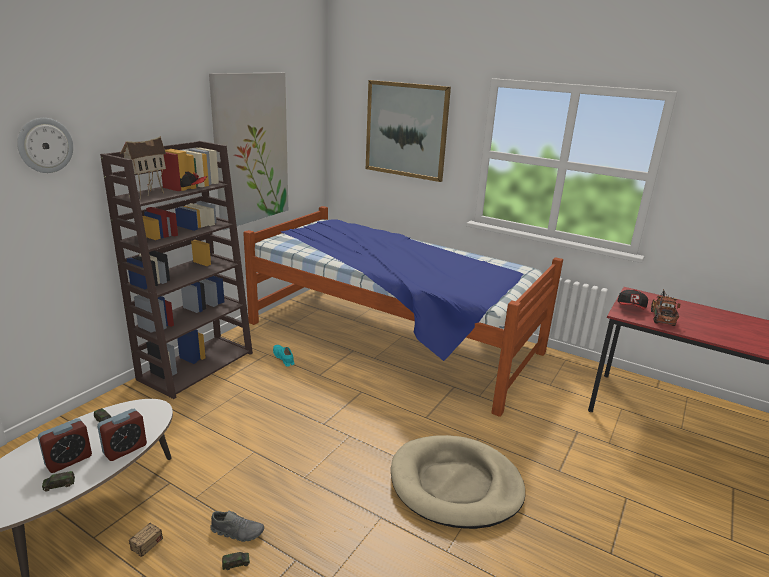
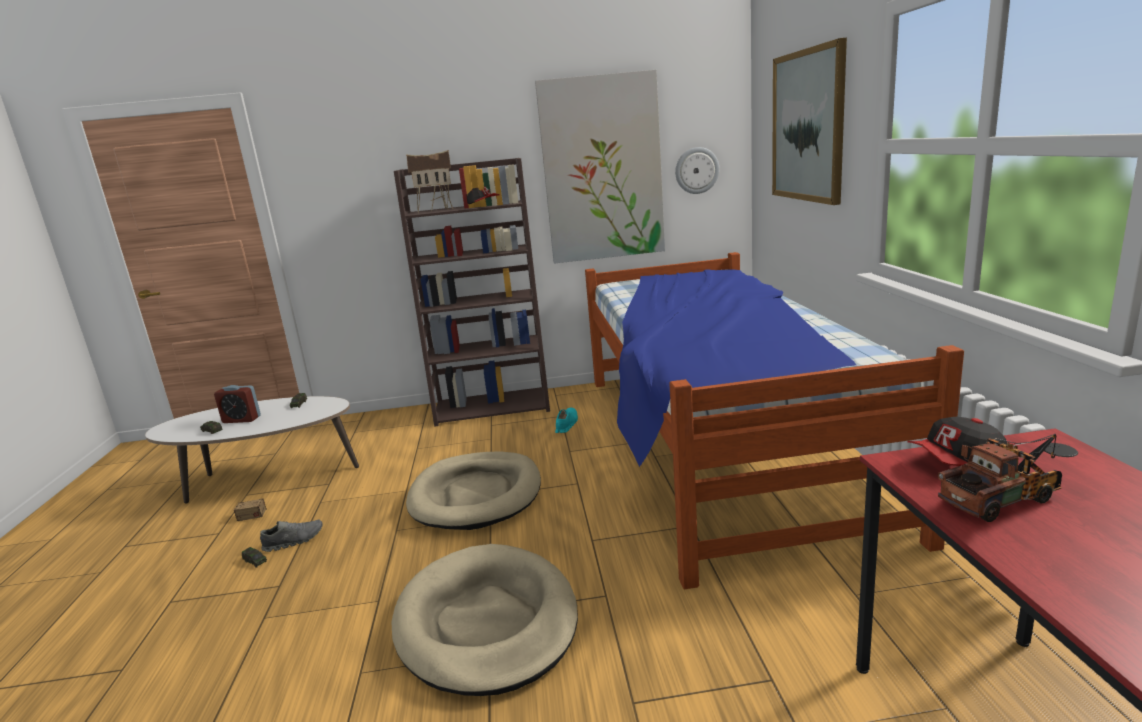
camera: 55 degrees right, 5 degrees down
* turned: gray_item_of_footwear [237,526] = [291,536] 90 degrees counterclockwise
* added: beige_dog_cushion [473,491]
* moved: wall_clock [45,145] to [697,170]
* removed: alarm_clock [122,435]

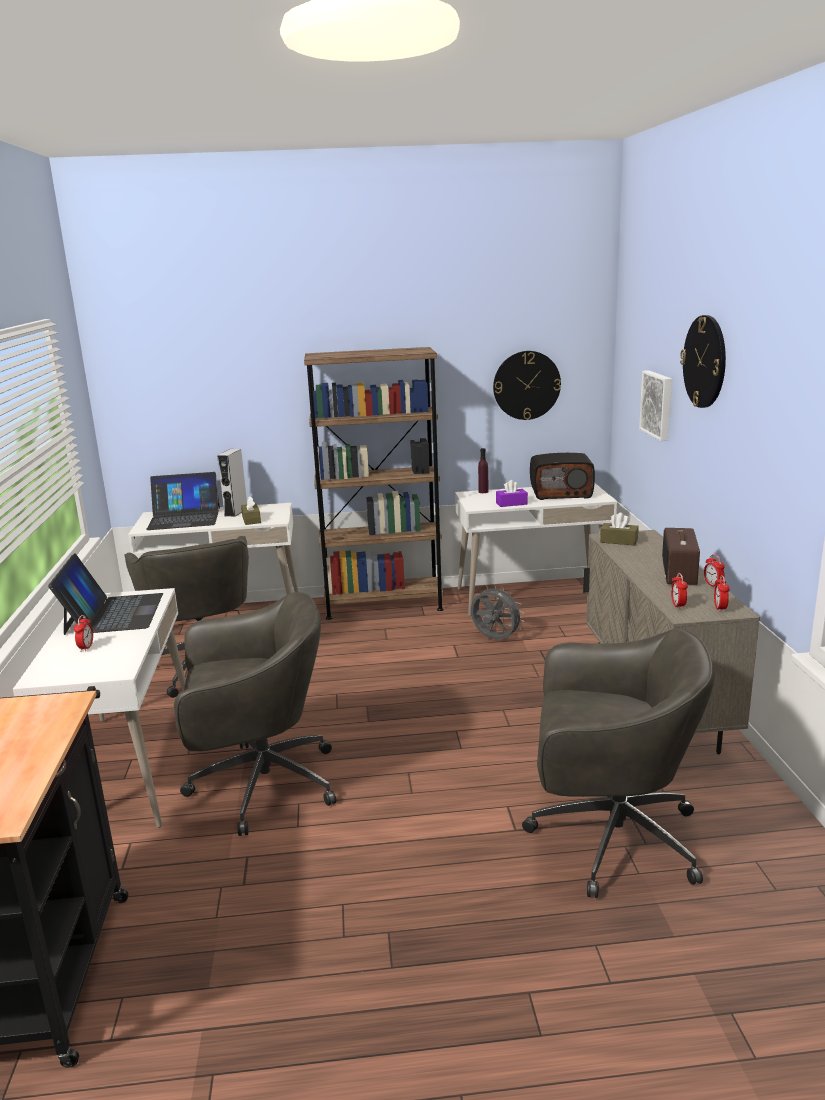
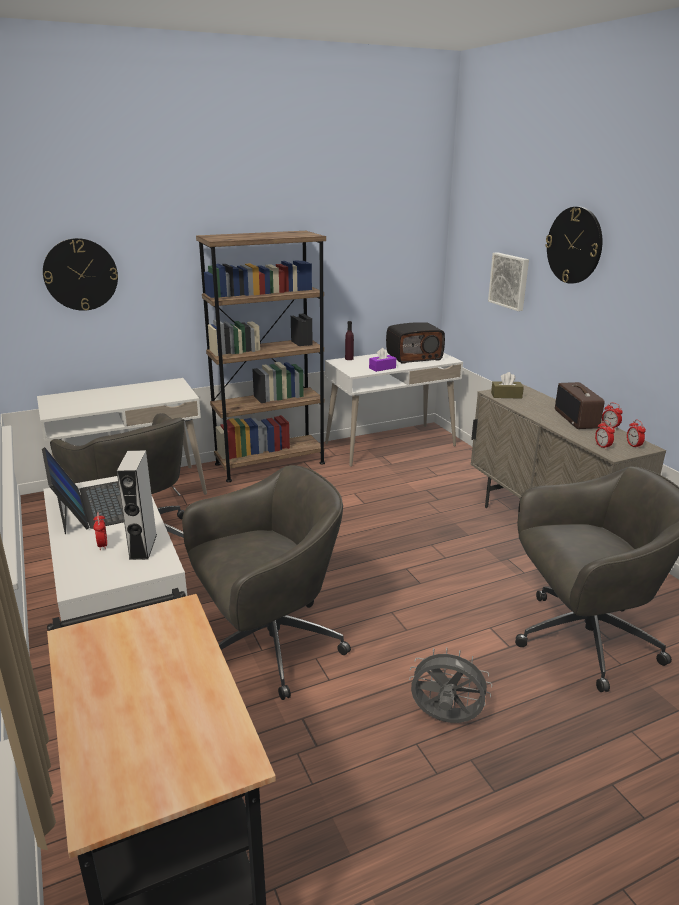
camera: 20 degrees left, 5 degrees up
* moved: wall_clock [527,385] to [80,274]
* moved: gray_audio_speaker [232,483] to [137,505]
* moved: gray_electric_fan [497,612] to [450,685]
* removed: portable_computer [183,501]
* removed: brown_tissue_holder [251,510]

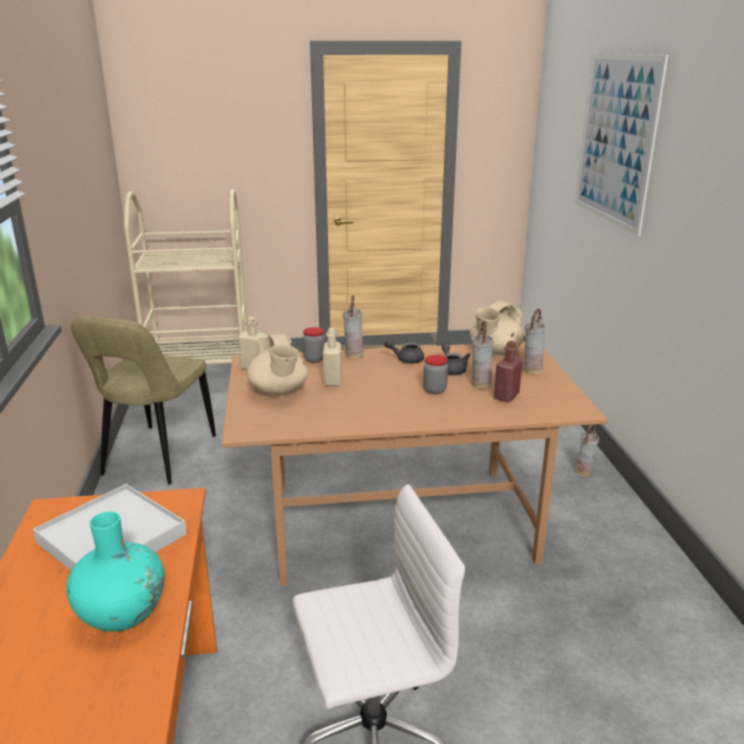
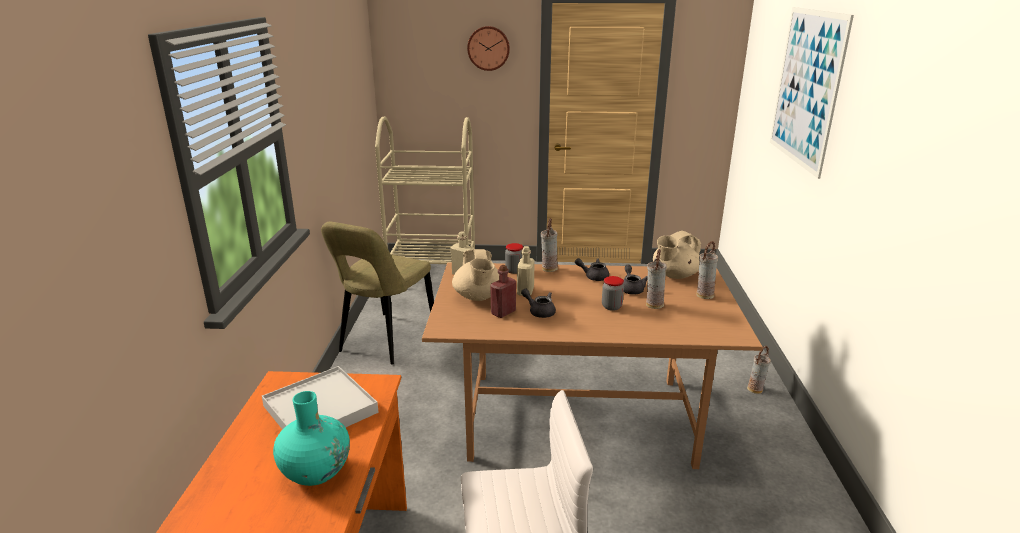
camera: 10 degrees right, 0 degrees up
* added: wall_clock [488,48]
* moved: red_beverage_bottle [508,371] to [503,291]
* added: gray_teapot [538,303]

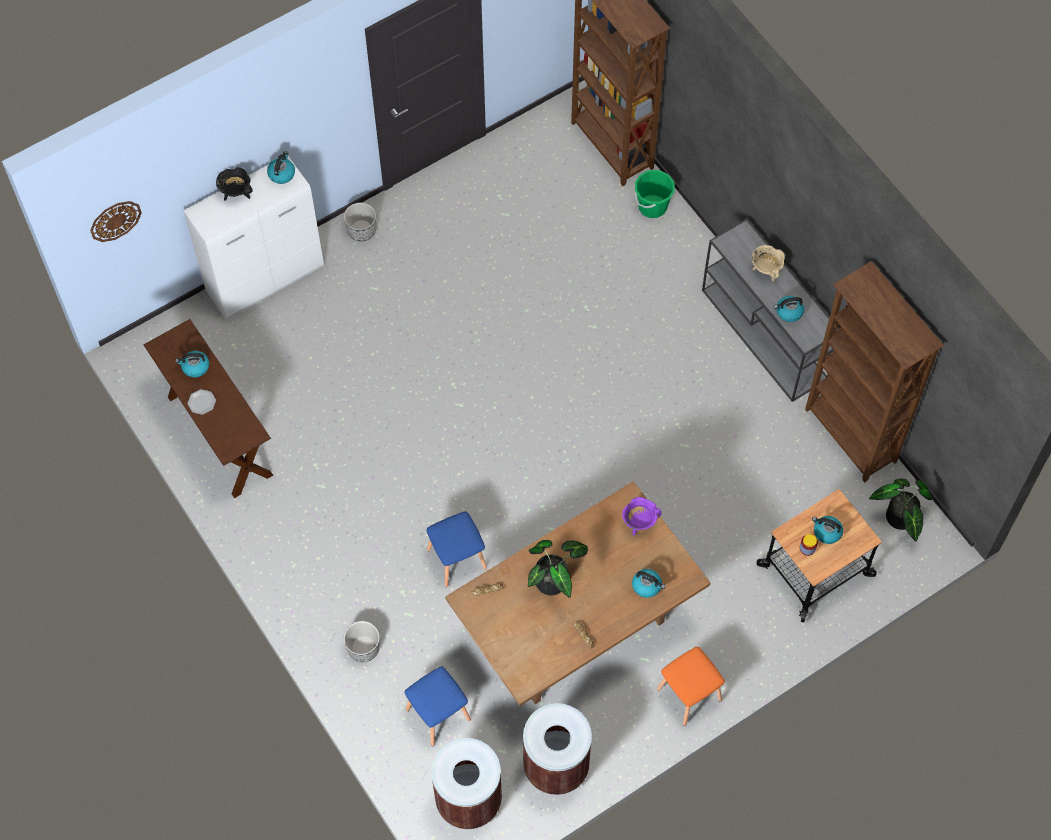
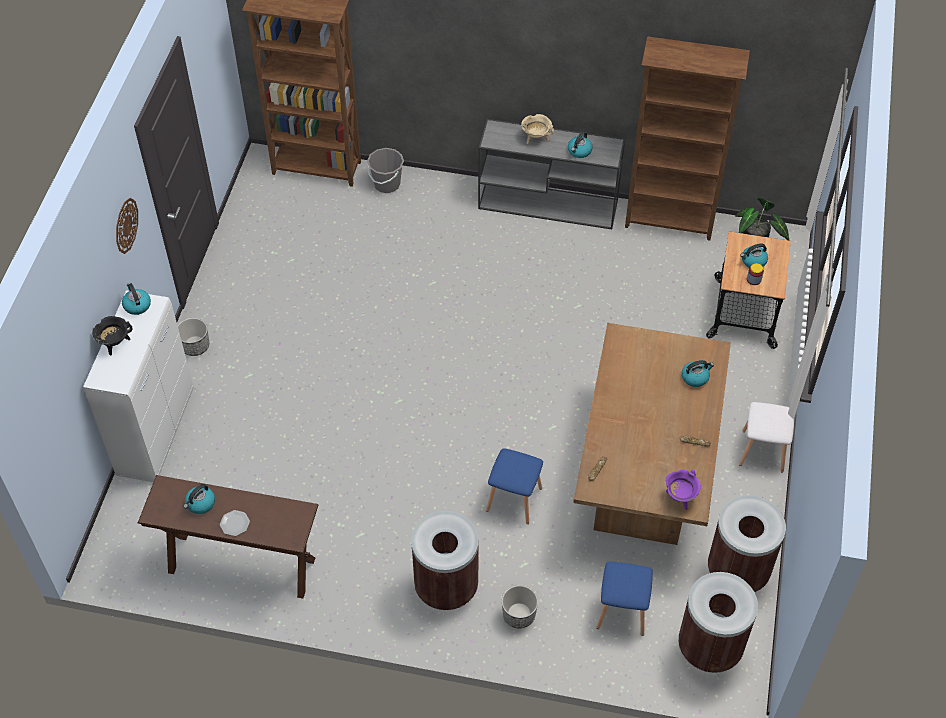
camera: 45 degrees left, 10 degrees down
* moved: wall_clock [116,221] to [127,226]
* recoloured: green_water_bucket [654,194] to gray_water_bucket [385,170]
* added: brown_rubbish_bin [445,560]
* moved: purple-coloured_cooking_pot [642,516] to [683,490]
* recoloured: orange_sitting_stool [691,686] to white_sitting_stool [766,437]
* removed: houseplant [558,569]

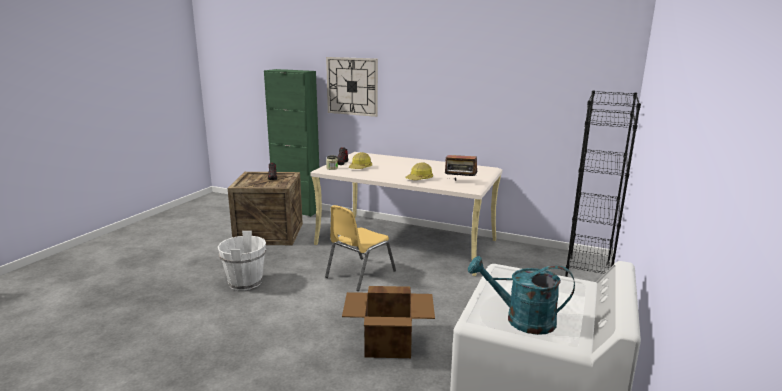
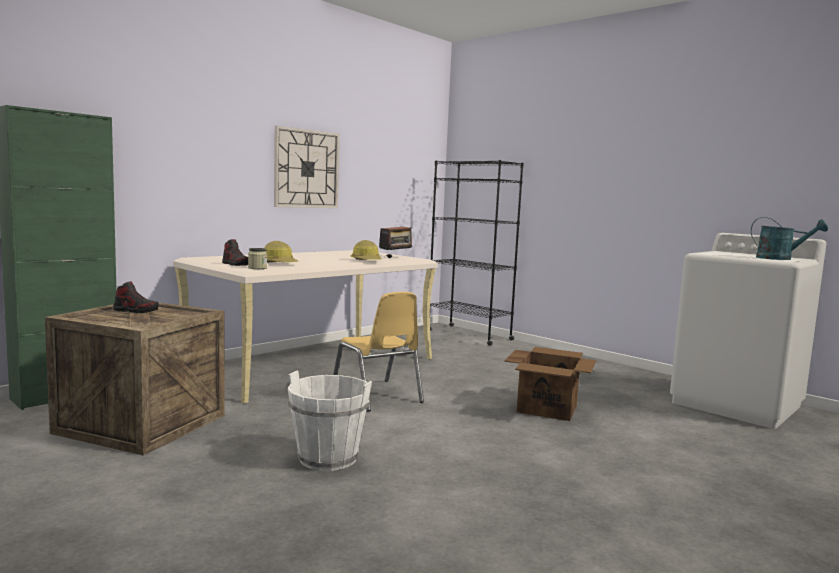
camera: 70 degrees left, 10 degrees down
* moved: wall_clock [352,87] to [307,167]
* turned: blue-green_sprinkling_can [521,295] = [789,238] 105 degrees counterclockwise

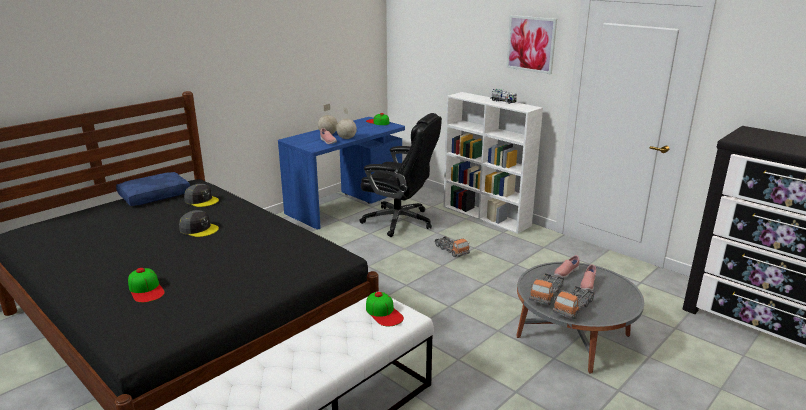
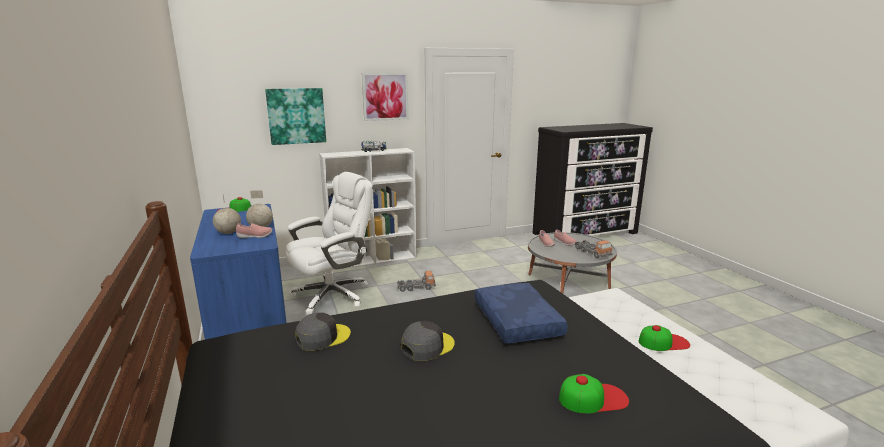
camera: 65 degrees left, 5 degrees down
* added: wall_art [295,116]
* recoloured: blackish_office_chair [400,175] to white_office_chair [329,243]
* moved: bluish_pillow [153,189] to [521,313]
* moved: cap [385,309] to [664,338]
* removed: model_truck [546,289]

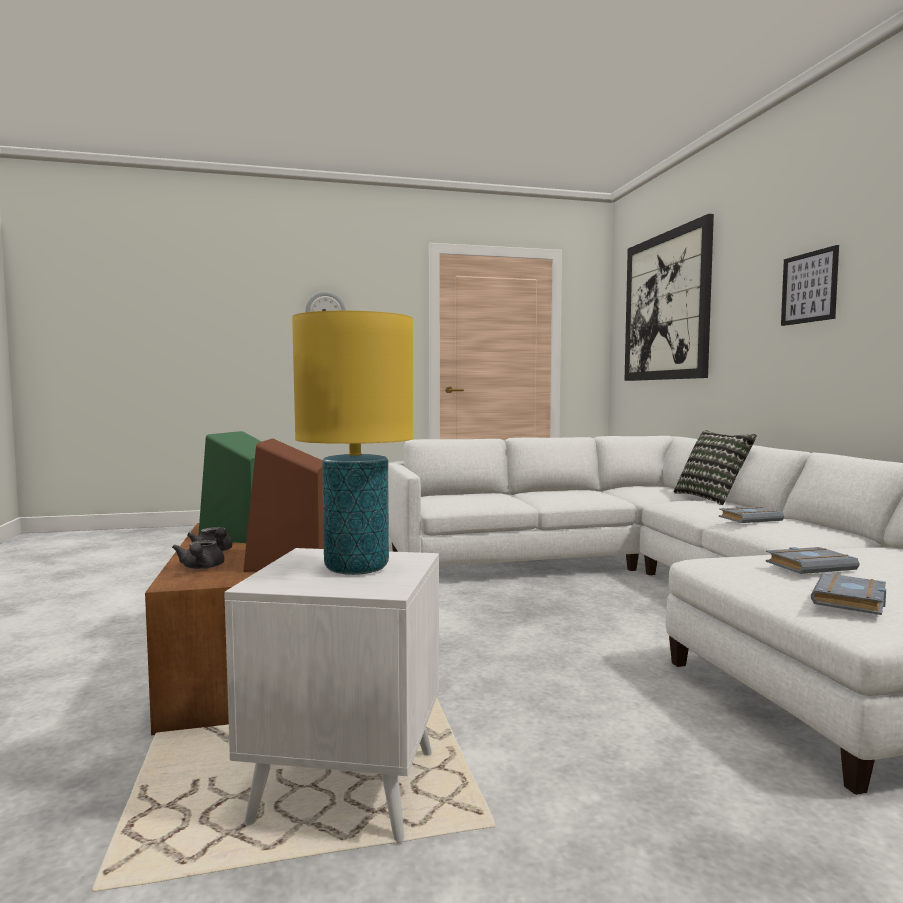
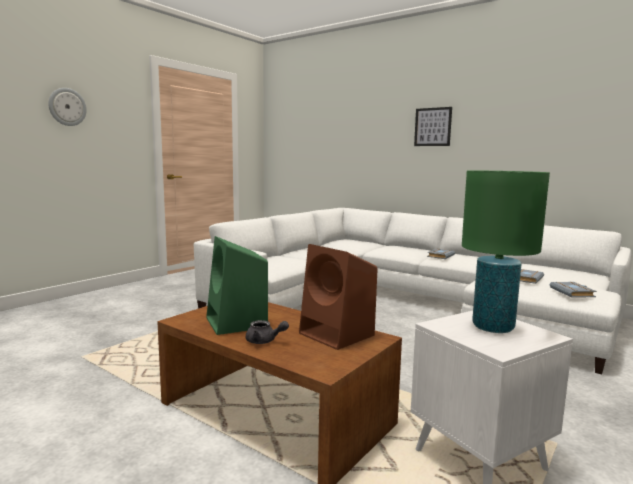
camera: 40 degrees left, 5 degrees up
* recoloured: yellow-coloured_tabletop_lamp [352,442] to green_tabletop_lamp [506,251]
* removed: gray_teapot [198,554]
* removed: wall_art [669,297]
* removed: pillow [715,467]

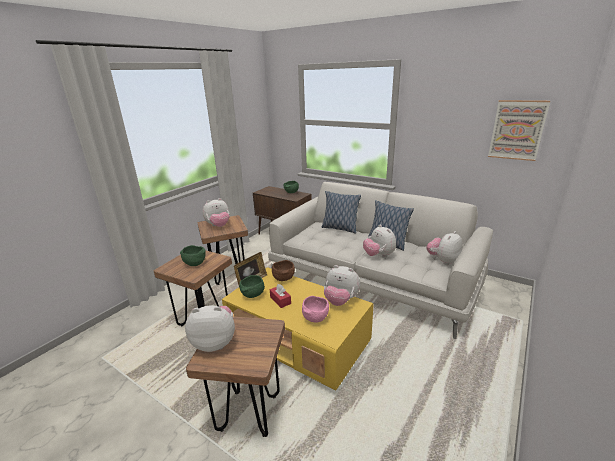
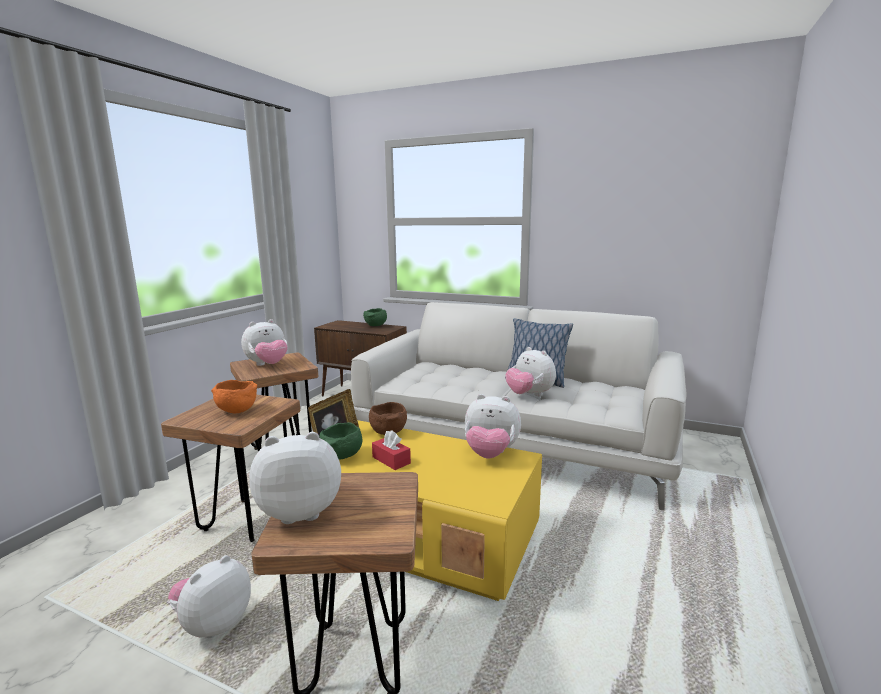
camera: 10 degrees left, 10 degrees down
* moved: cuddly_toy [444,248] to [209,596]
* recoloured: green_serving_bowl [193,255] to orange_serving_bowl [234,396]
* removed: pink_serving_bowl [315,309]
* removed: pillow [341,212]
* removed: wall_art [519,130]

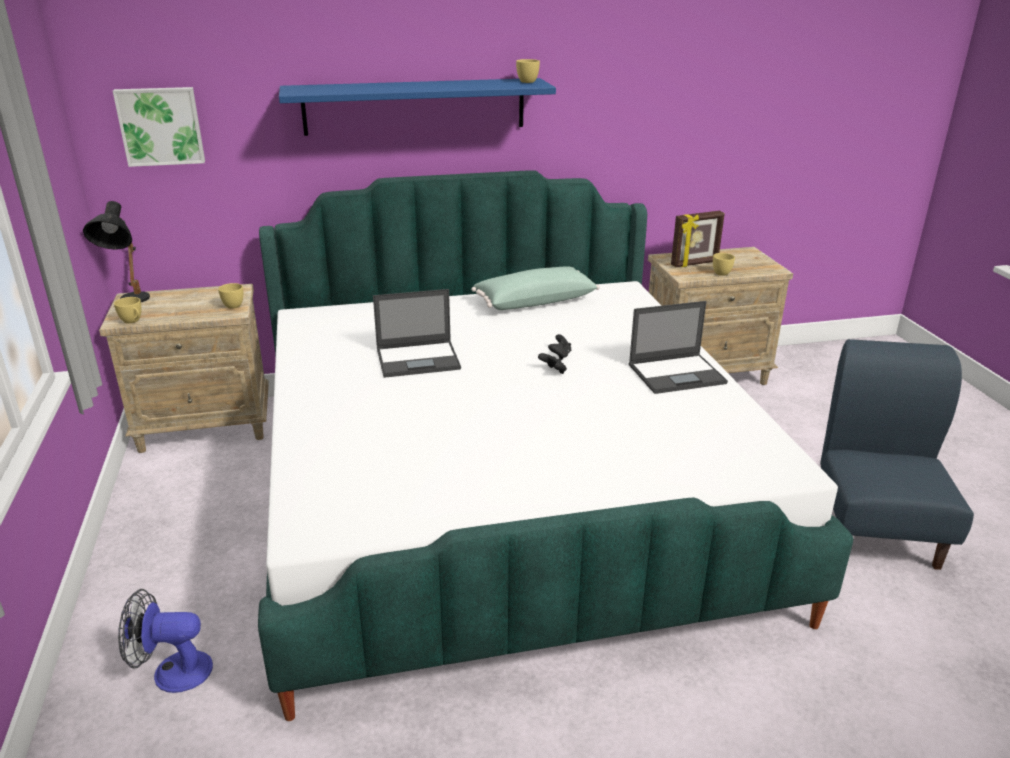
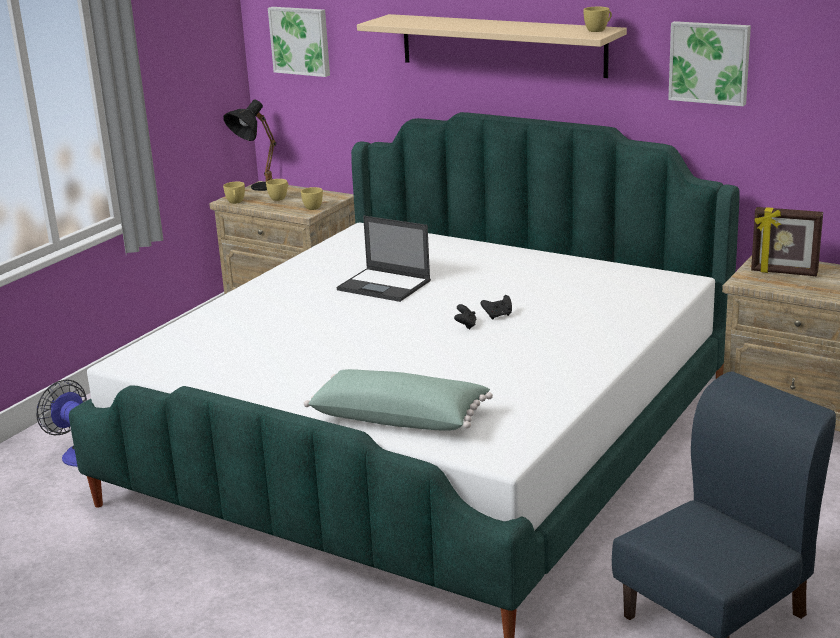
camera: 45 degrees right, 5 degrees down
* moved: yellow-coloured_cup [724,264] to [277,190]
* moved: green_pillow [535,288] to [398,400]
* recoloured: bluish_wall_shelf [417,107] to beige_wall_shelf [492,46]
* added: wall_art [709,63]
* removed: portable_computer [678,347]

